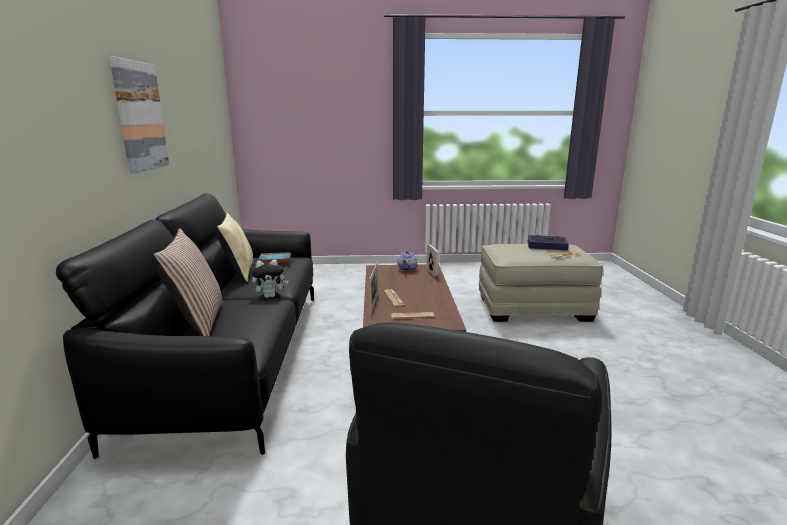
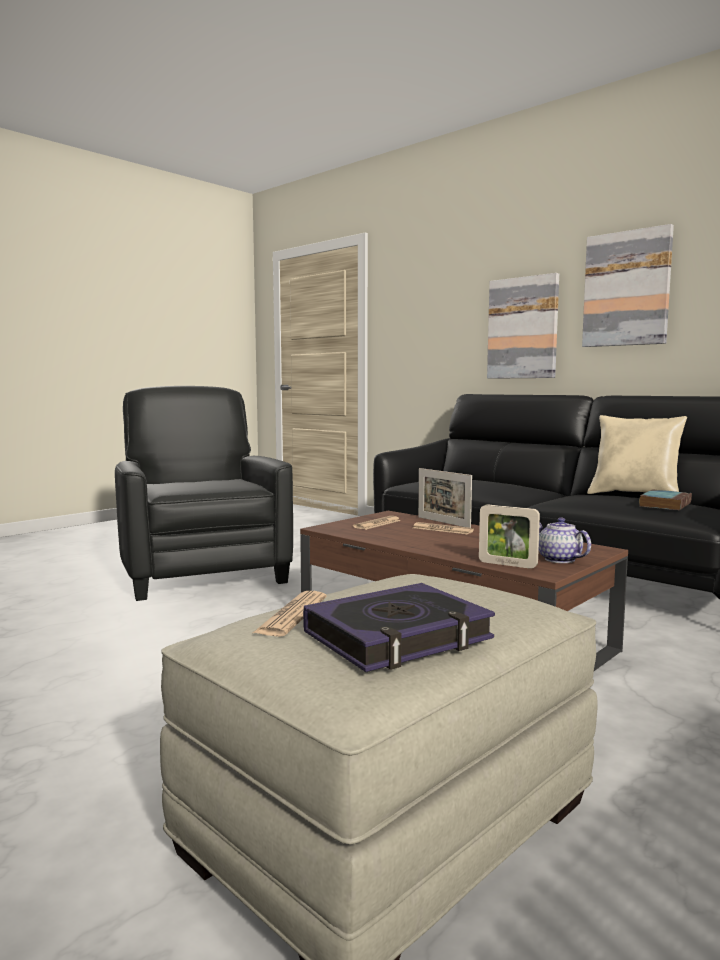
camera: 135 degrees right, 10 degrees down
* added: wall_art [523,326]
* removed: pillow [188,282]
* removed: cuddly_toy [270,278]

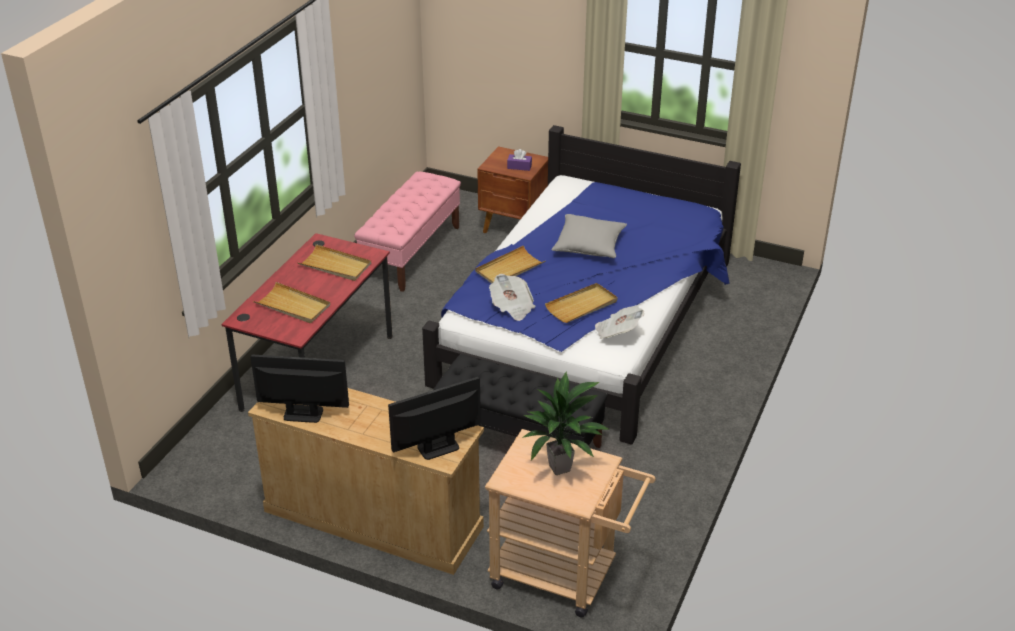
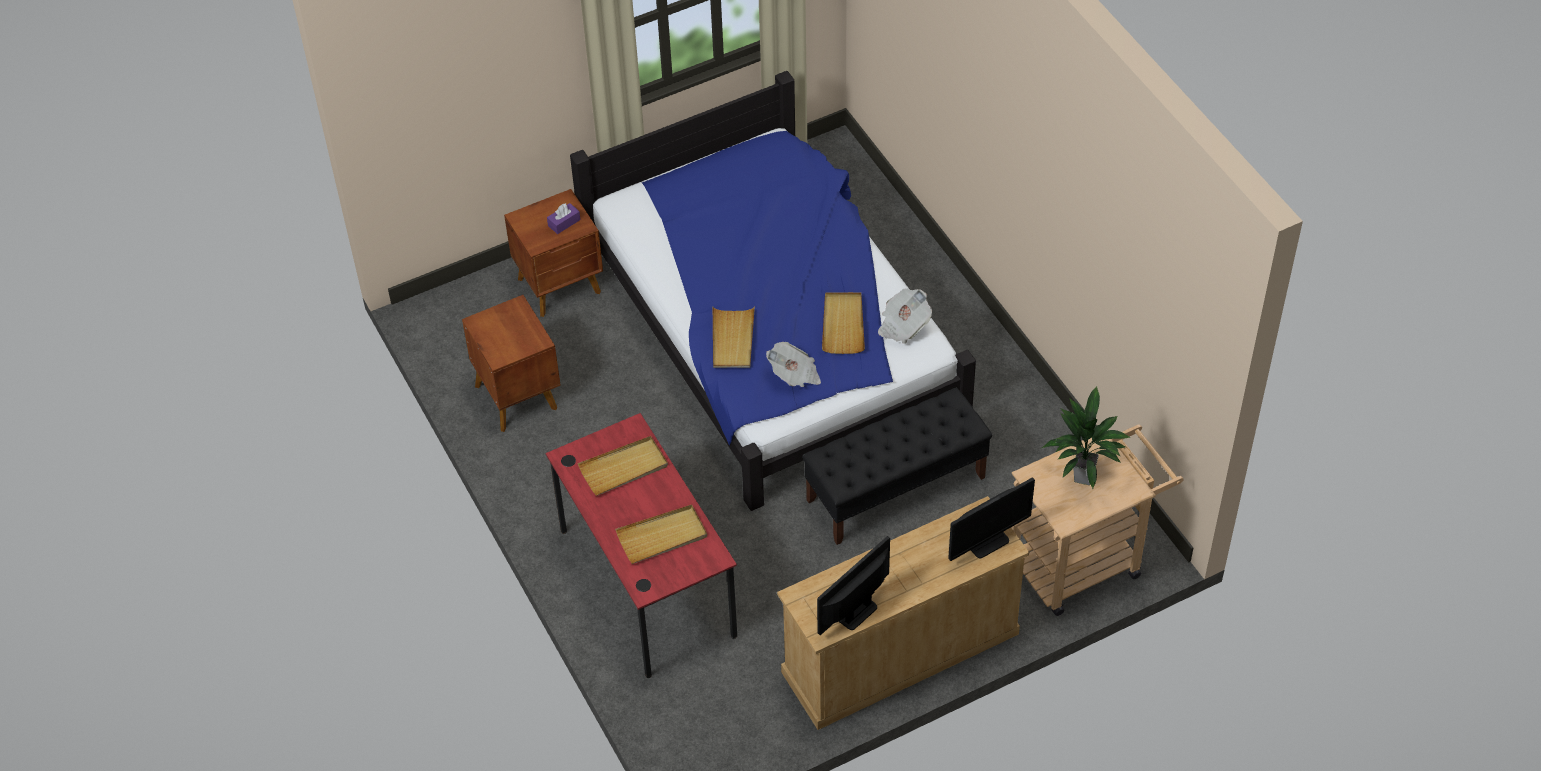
camera: 50 degrees left, 15 degrees up
* replaced: pink_long_seat [407,232] to brown_night_table [511,363]
* turned: monitor [434,418] = [991,519] 135 degrees counterclockwise
* removed: gray_pillow [589,236]

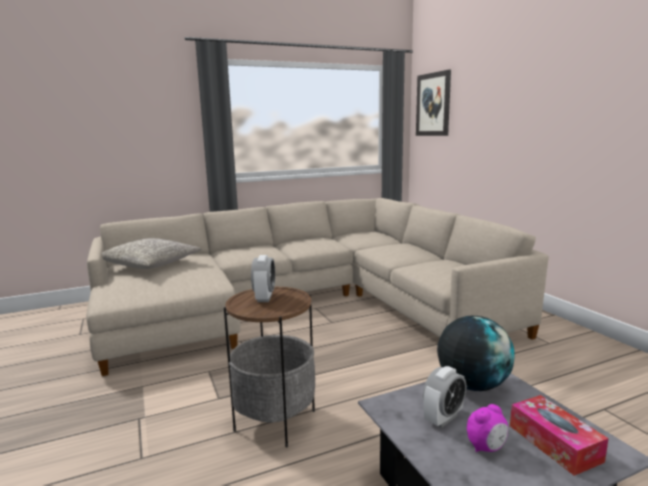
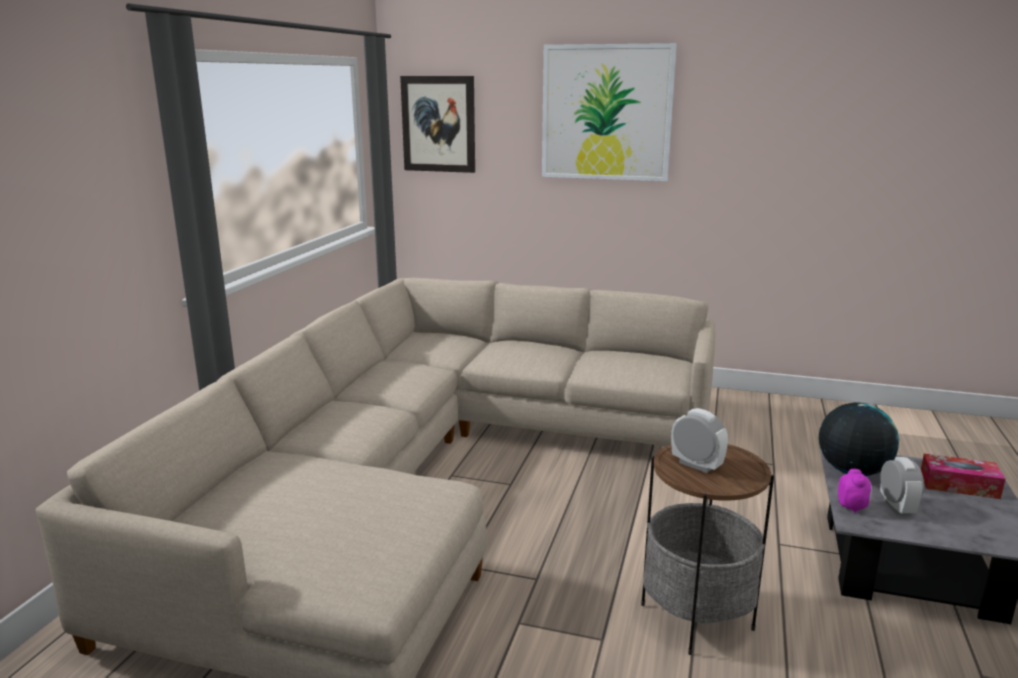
camera: 50 degrees left, 5 degrees up
* added: wall_art [609,112]
* moved: alarm_clock [487,428] to [855,491]
* removed: gray_pillow [151,253]

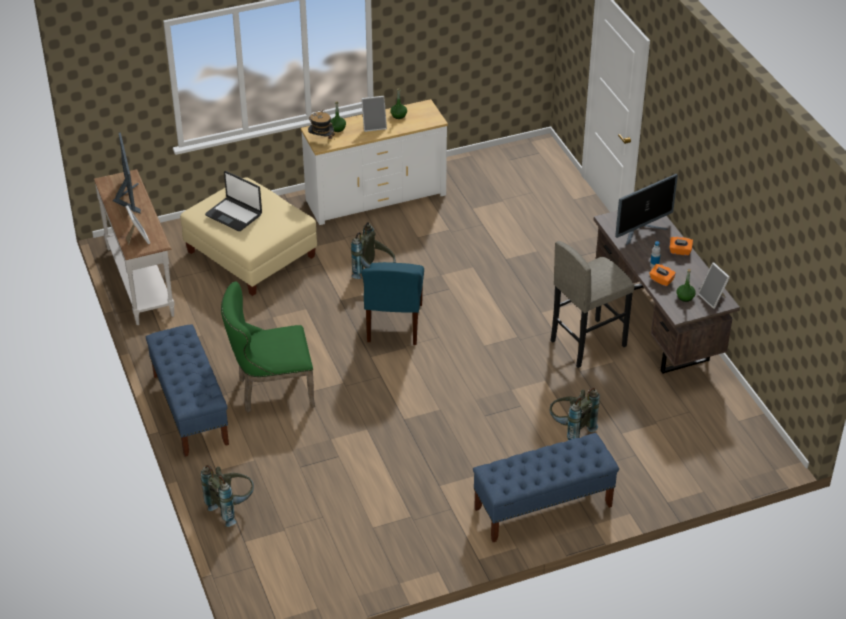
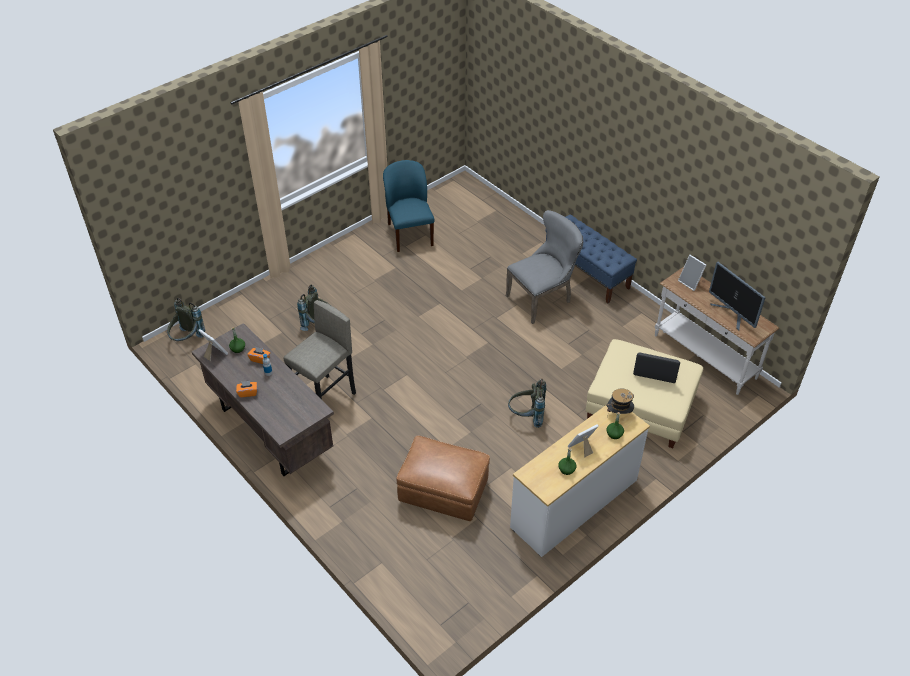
camera: 160 degrees right, 5 degrees up
* moved: gray_knapsack [227,496] to [186,319]
* moved: bluish_chair [392,303] to [409,206]
* added: brown_footrest [443,478]
* recoloured: green_chair [268,346] to gray_chair [544,267]
* removed: bluish_long_seat [546,487]
* removed: monitor [646,209]

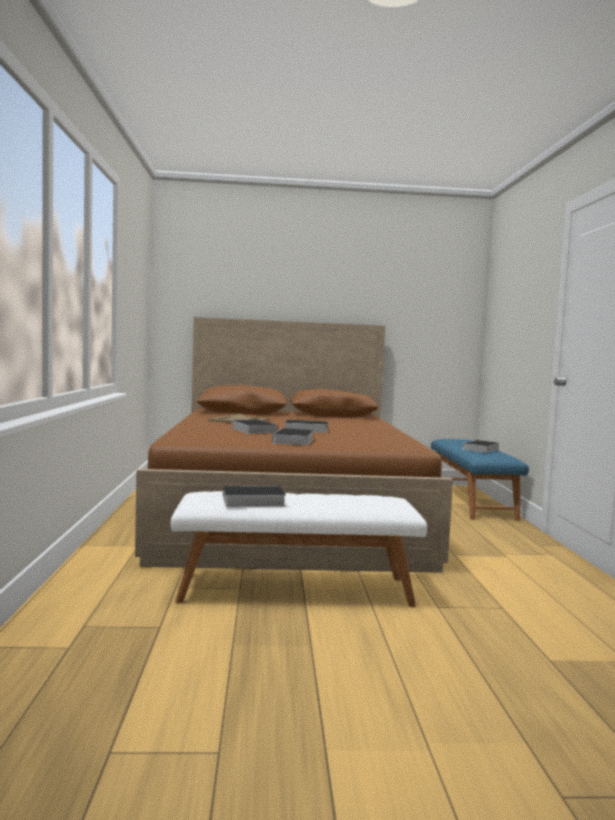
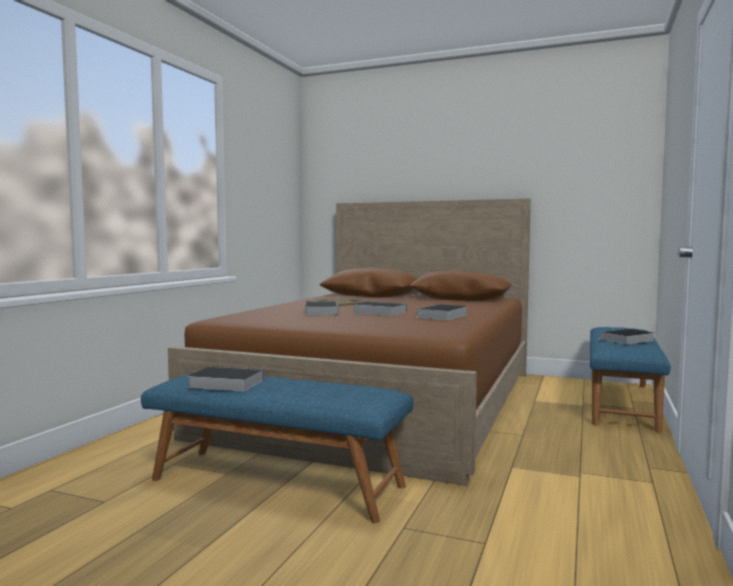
camera: 25 degrees right, 0 degrees up
* recoloured: white_long_seat [299,549] to bluish_long_seat [277,448]
* moved: volume [293,436] to [441,312]

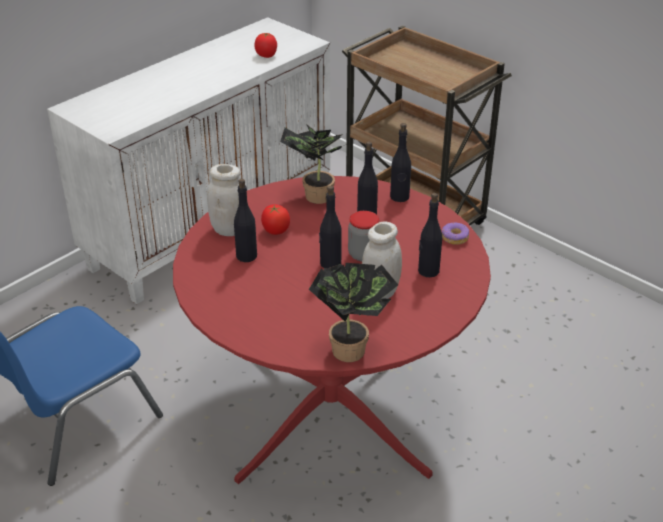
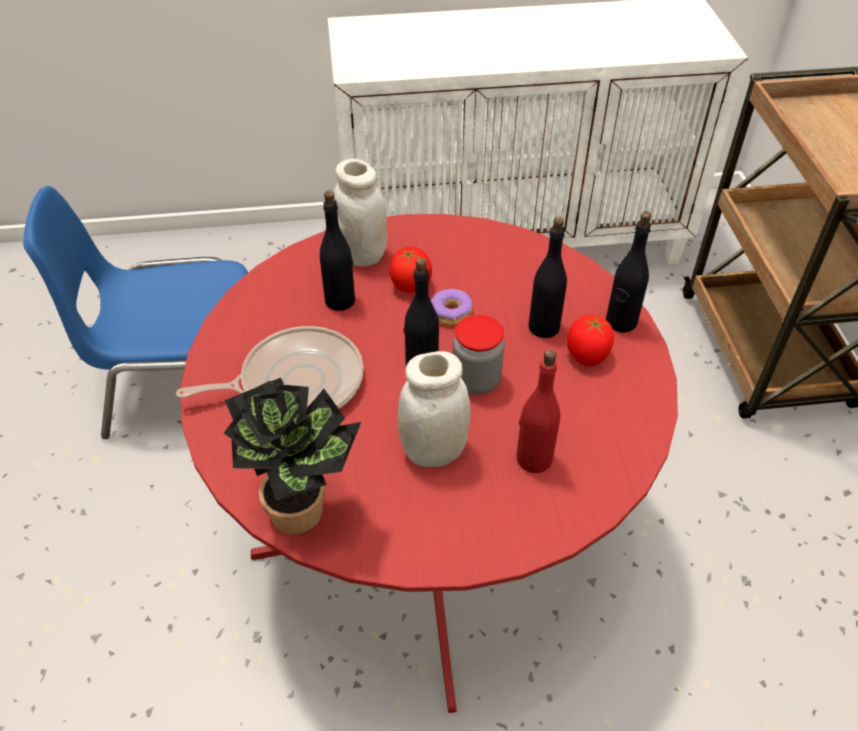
camera: 40 degrees right, 10 degrees up
* added: skillet [269,367]
* moved: donut [455,233] to [451,307]
* recoloured: blackish_beverage_bottle [430,235] to red_beverage_bottle [538,411]
* moved: whole_tomato [265,45] to [590,340]
* removed: houseplant [313,164]

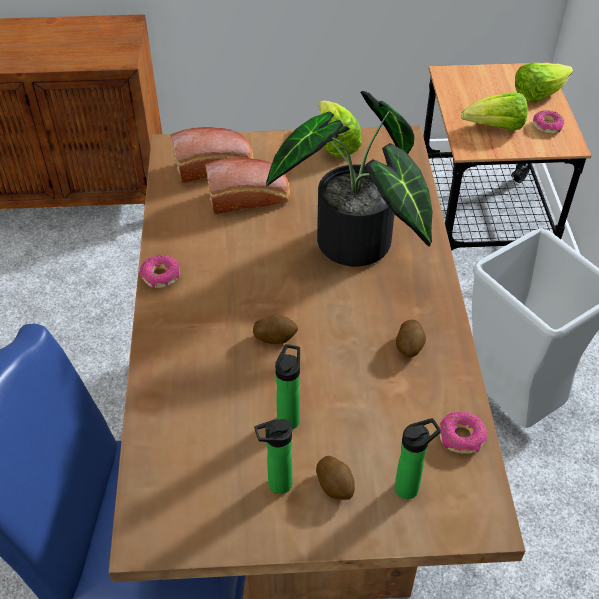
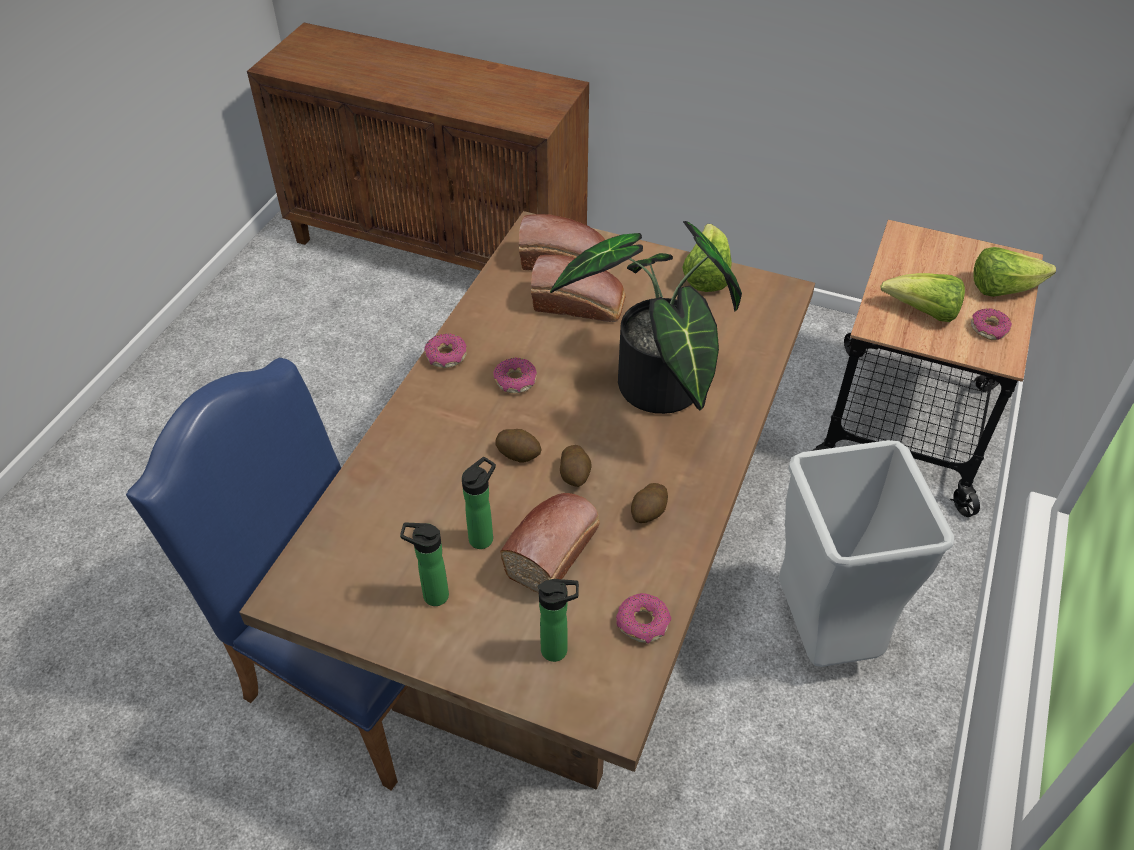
camera: 25 degrees right, 0 degrees up
* added: donut [515,375]
* added: bakery_bread [550,543]
* moved: whole_potato [335,478] to [576,466]

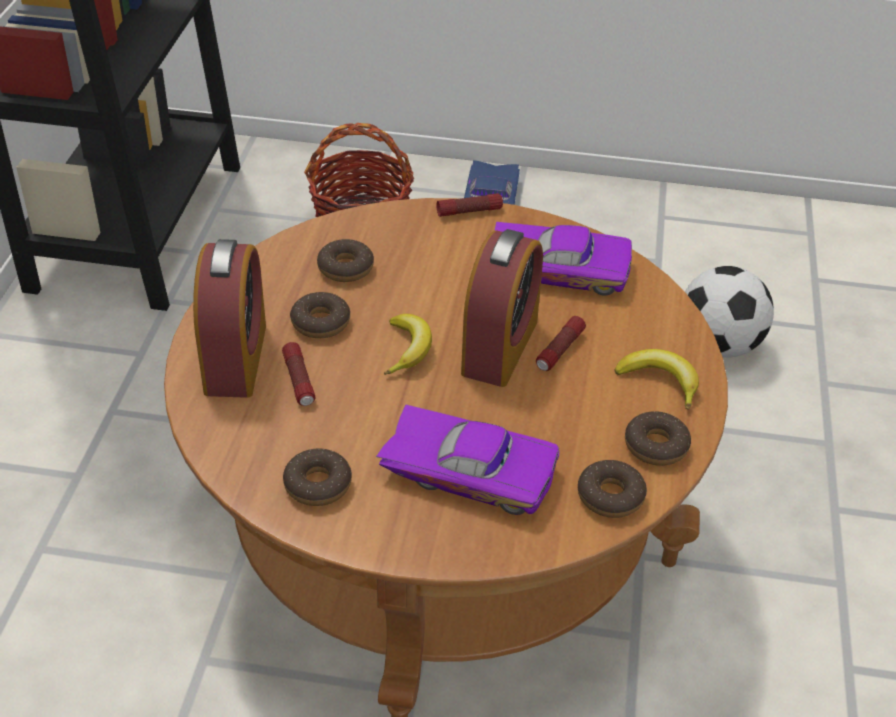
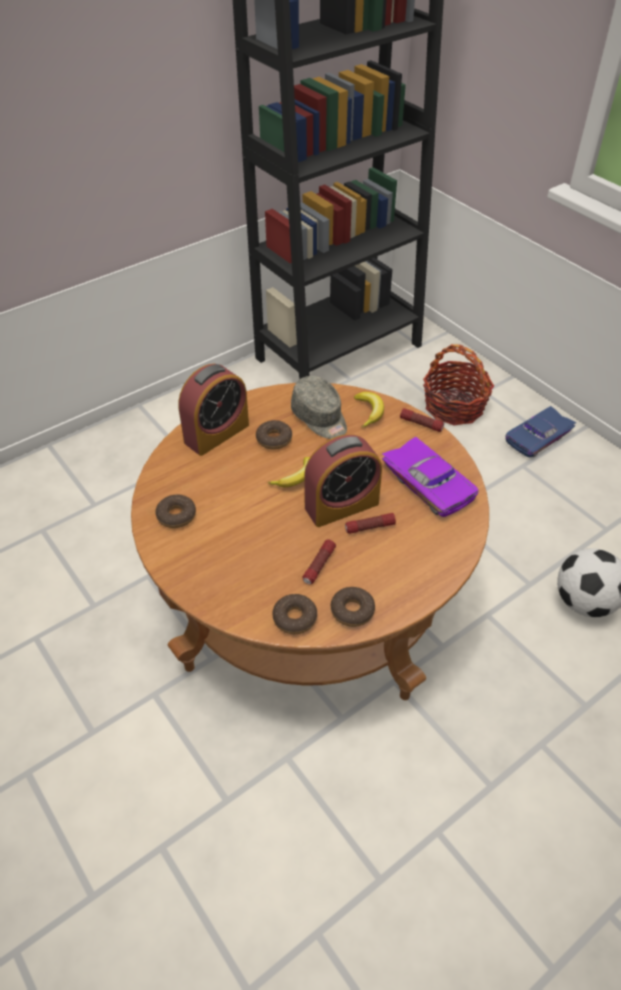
camera: 45 degrees right, 5 degrees up
* replaced: donut [345,260] to gray_cap [319,407]
* moved: flashlight [299,374] to [319,561]
* moved: whole_banana [656,379] to [369,410]
* removed: purple-coloured_miniature_car [467,460]

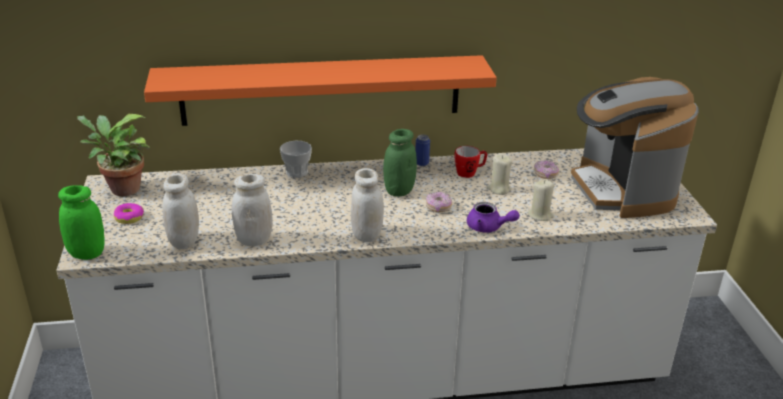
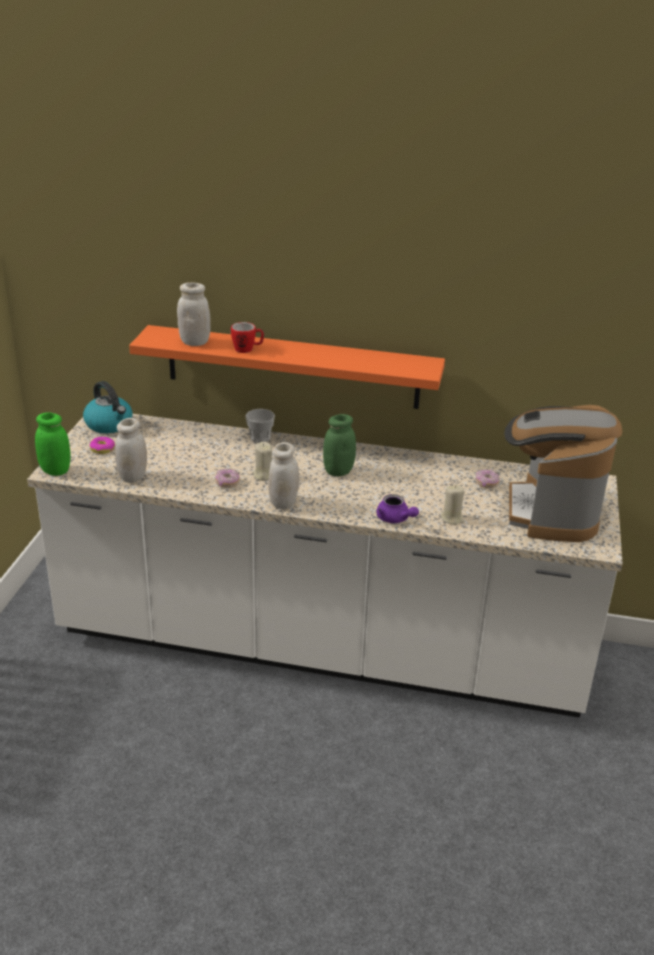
camera: 20 degrees right, 0 degrees up
* replaced: houseplant [113,155] to kettle [108,407]
* moved: white_jar [252,210] to [194,314]
* moved: donut [439,202] to [227,478]
* moved: tea_mug [470,162] to [247,337]
* moved: beige_candle [499,174] to [262,461]
* removed: sealed_can [422,150]

